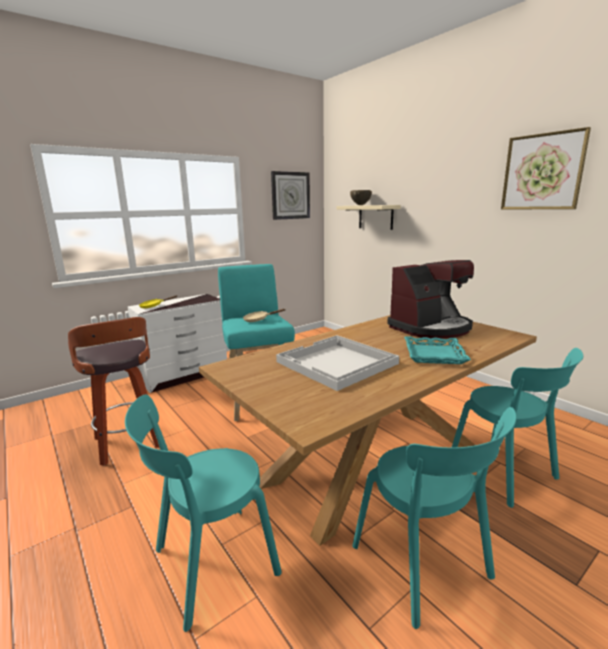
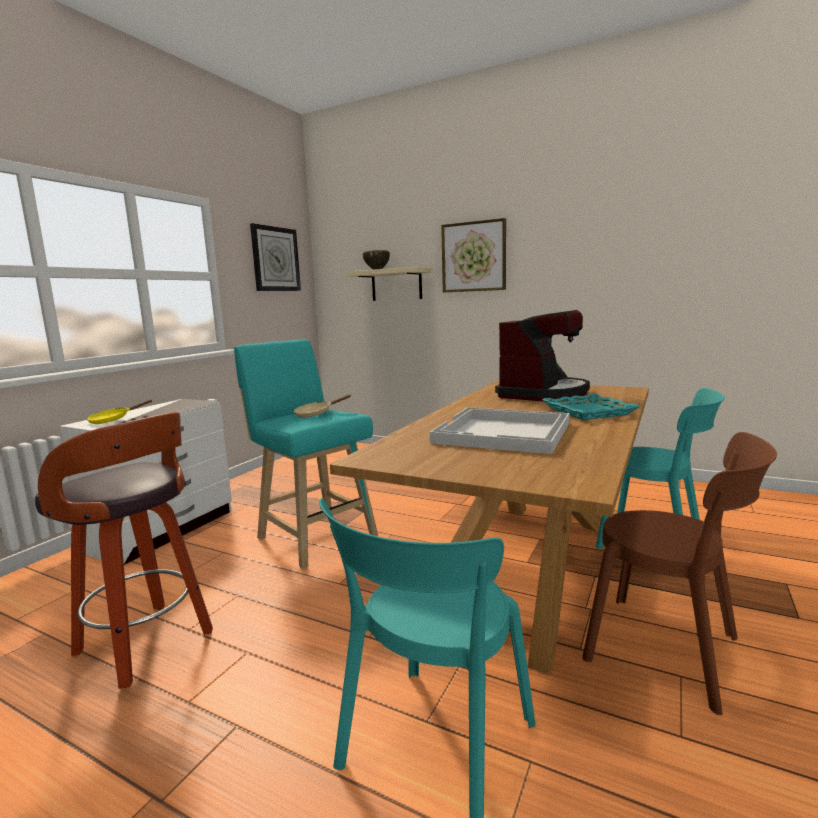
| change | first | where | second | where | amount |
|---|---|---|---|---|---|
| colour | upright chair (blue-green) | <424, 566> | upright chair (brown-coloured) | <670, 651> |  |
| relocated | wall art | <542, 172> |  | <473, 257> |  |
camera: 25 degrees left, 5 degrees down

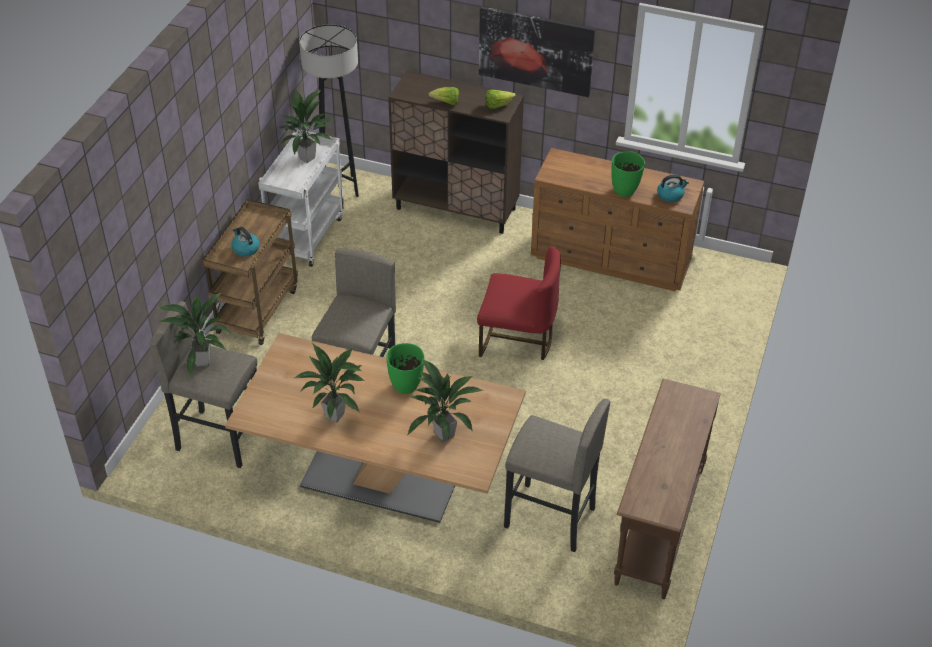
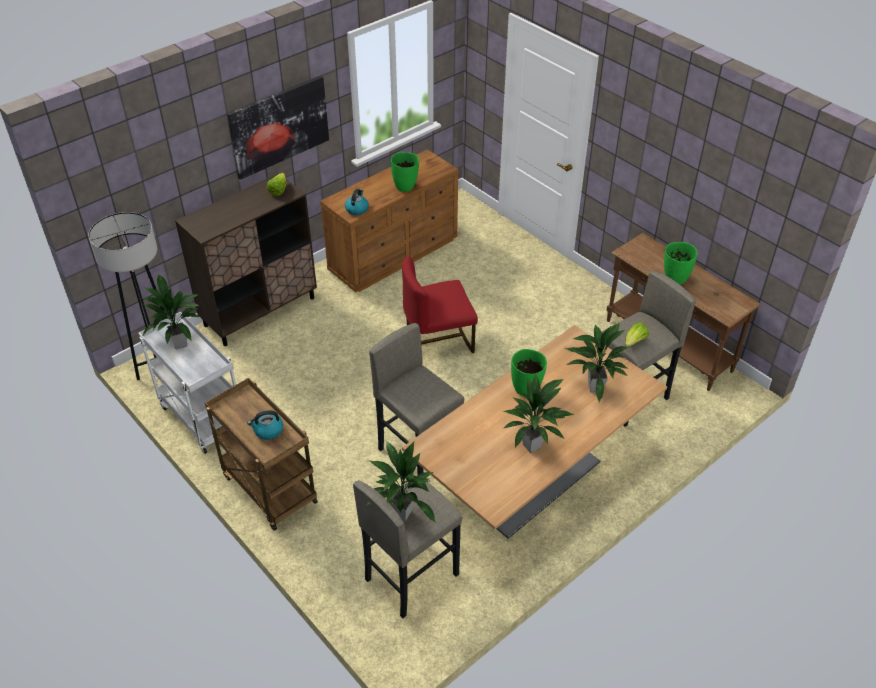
| change | first | where | second | where | amount |
|---|---|---|---|---|---|
| relocated | lettuce | <446, 103> |  | <634, 342> |  |
| spun | upright chair (red) | <517, 340> |  | <438, 339> | 150 degrees counterclockwise |
| relocated | tea kettle | <670, 195> |  | <357, 209> |  |
| appeared |  |  | vase (green) | <675, 279> |  |
camera: 60 degrees left, 0 degrees up

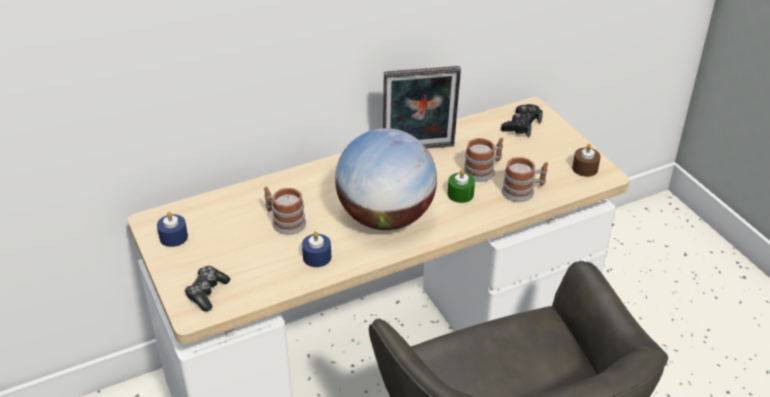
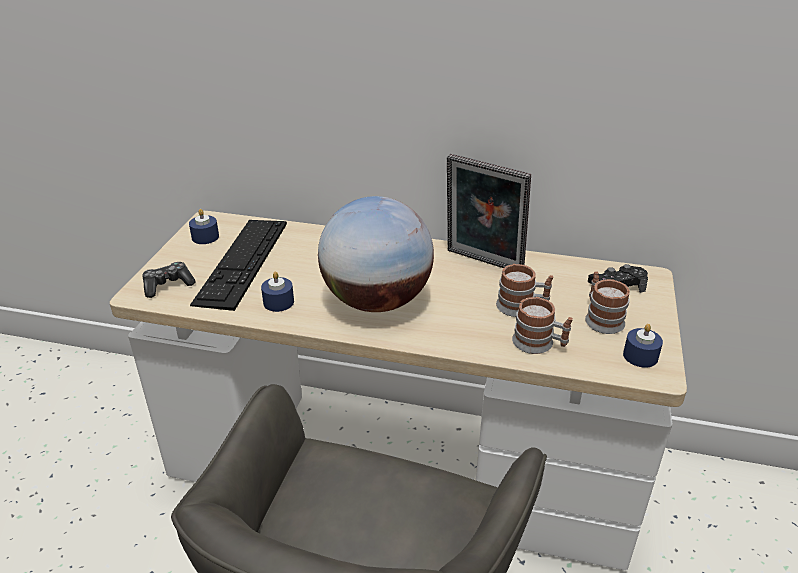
| change | first | where | second | where | amount |
|---|---|---|---|---|---|
| relocated | mug | <284, 222> |  | <601, 318> |  |
| missing | wax candle (green) | <460, 194> |  |  |  |
| colour | wax candle (brown-coloured) | <585, 168> | wax candle (bluish) | <640, 356> |  |
| appeared |  |  | computer keyboard | <242, 261> |  |
camera: 40 degrees right, 5 degrees down

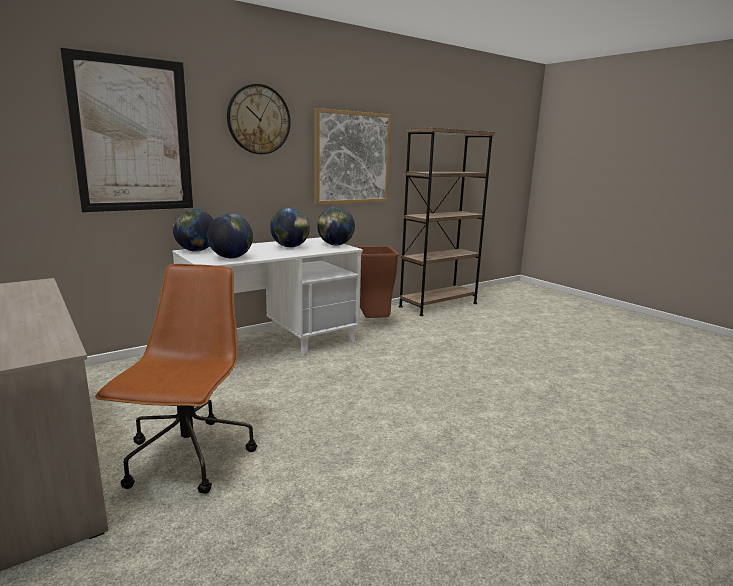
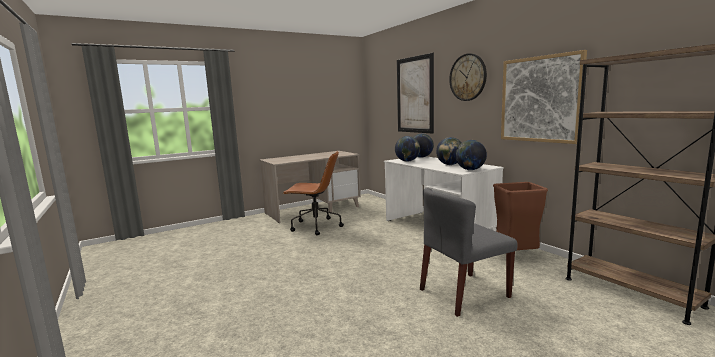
| change | first | where | second | where | amount |
|---|---|---|---|---|---|
| appeared |  |  | upright chair (greyish) | <463, 293> |  |
camera: 95 degrees right, 5 degrees down

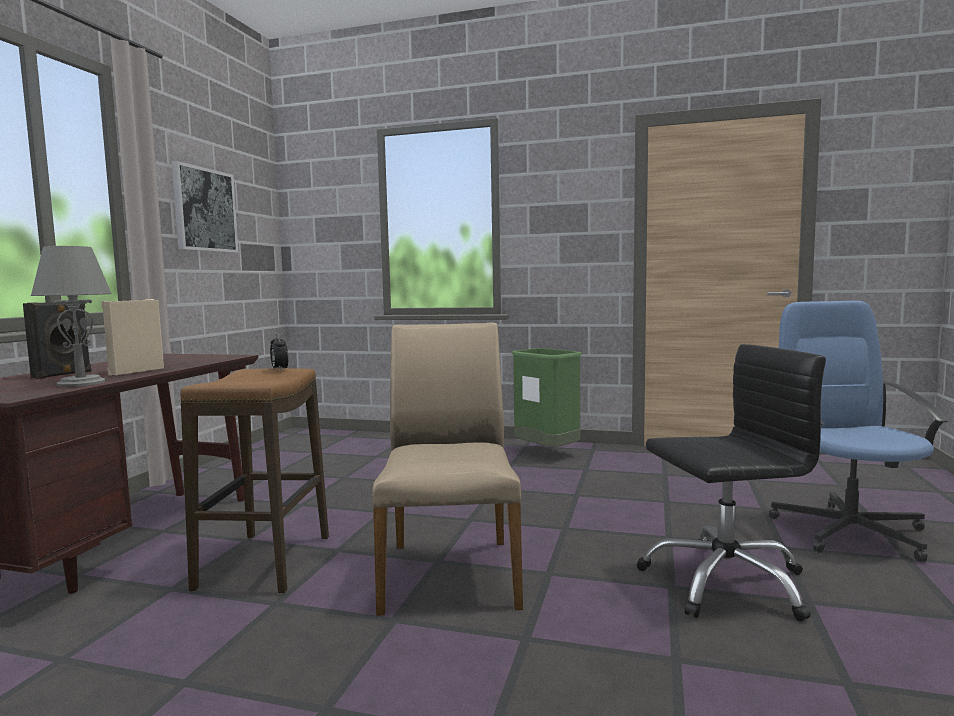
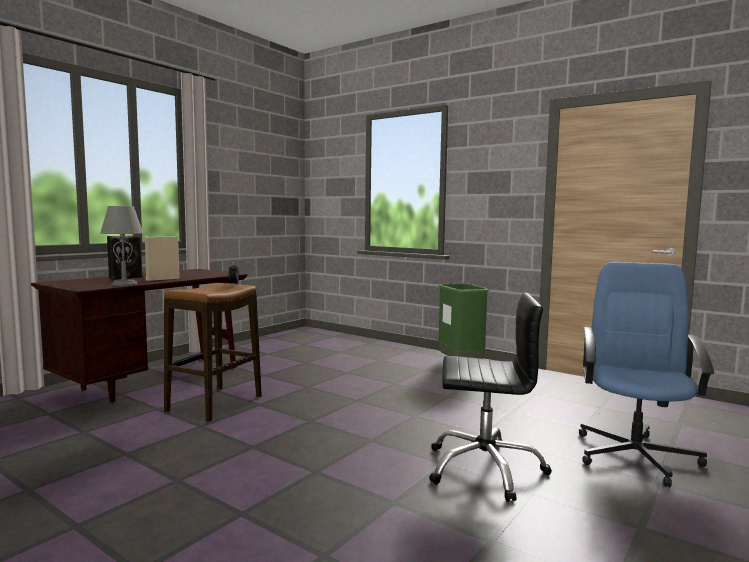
| change | first | where | second | where | amount |
|---|---|---|---|---|---|
| missing | wall art | <204, 210> |  |  |  |
| missing | upright chair (beige) | <450, 573> |  |  |  |
camera: 20 degrees right, 0 degrees up

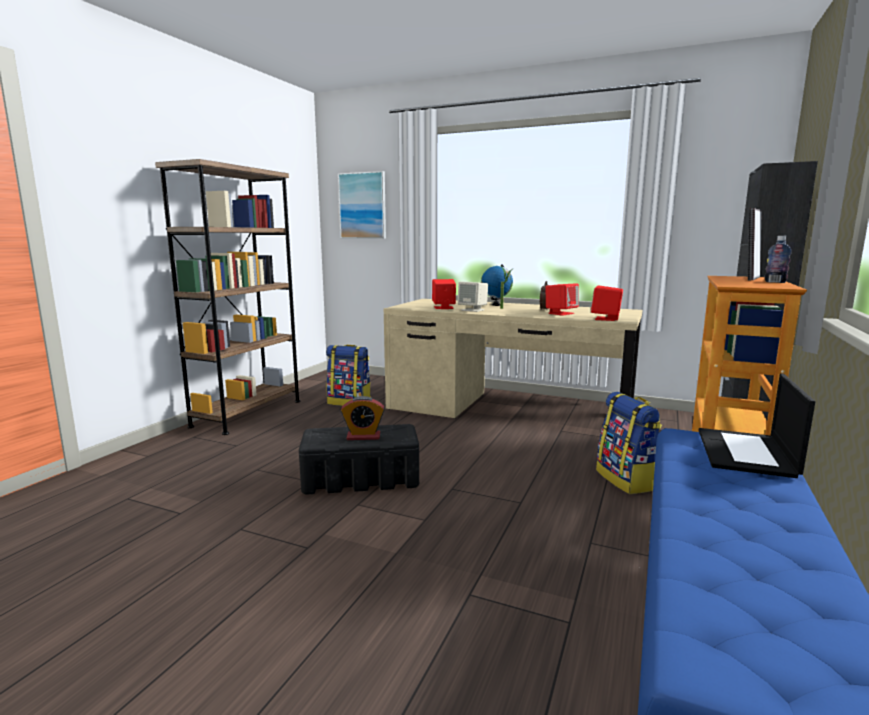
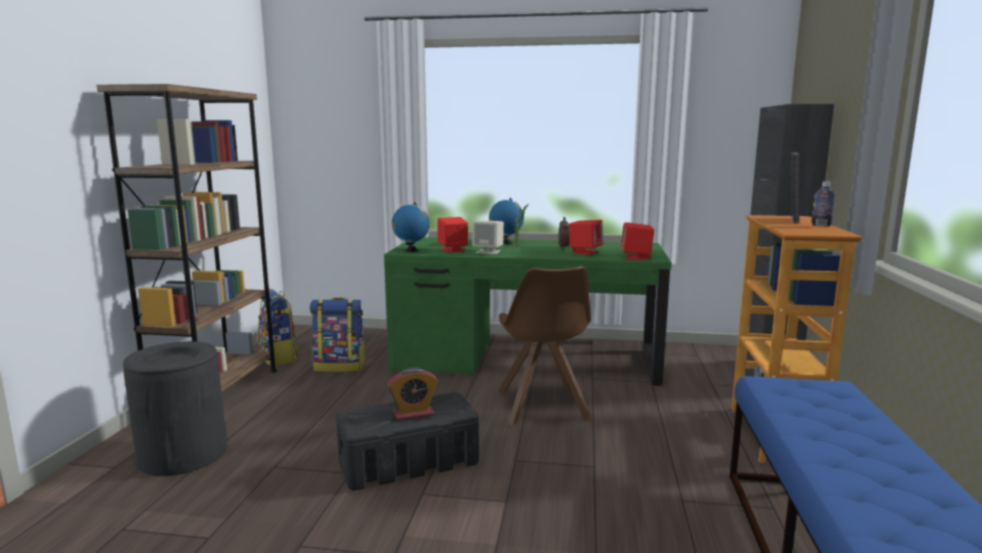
| change | first | where | second | where | amount |
|---|---|---|---|---|---|
| missing | wall art | <363, 206> |  |  |  |
| colour | desk (beige) | <508, 411> | desk (green) | <526, 360> |  |
| relocated | rucksack | <627, 480> |  | <279, 357> |  |
| missing | portable computer | <746, 453> |  |  |  |
| appeared |  |  | rubbish bin (blackish) | <183, 454> |  |
| appeared |  |  | world globe | <411, 250> |  |
| appeared |  |  | upright chair (brown-coloured) | <542, 406> |  |
camera: 15 degrees left, 0 degrees up

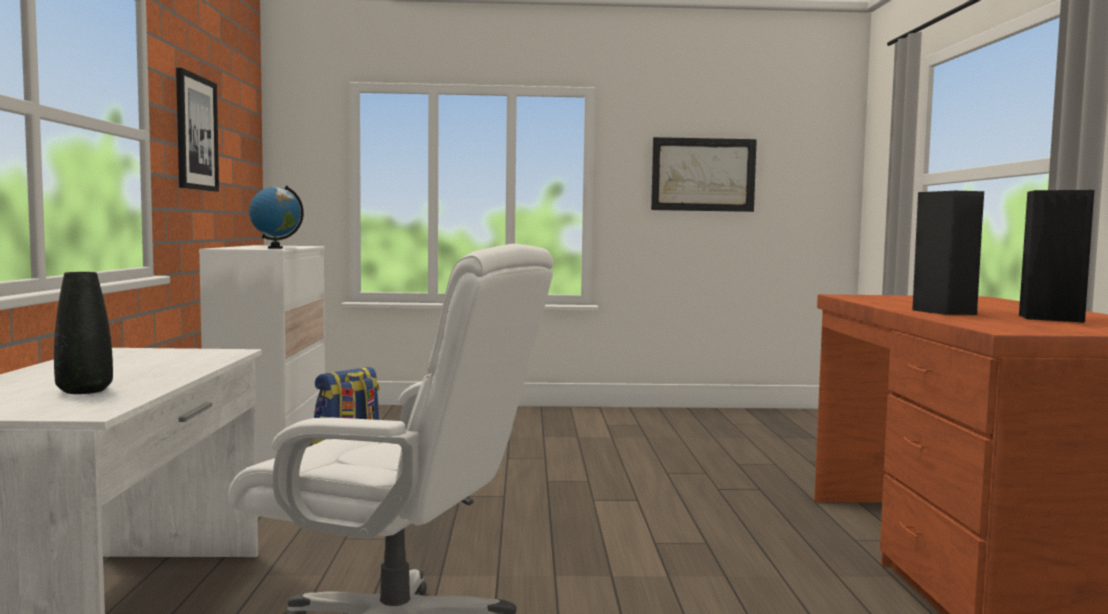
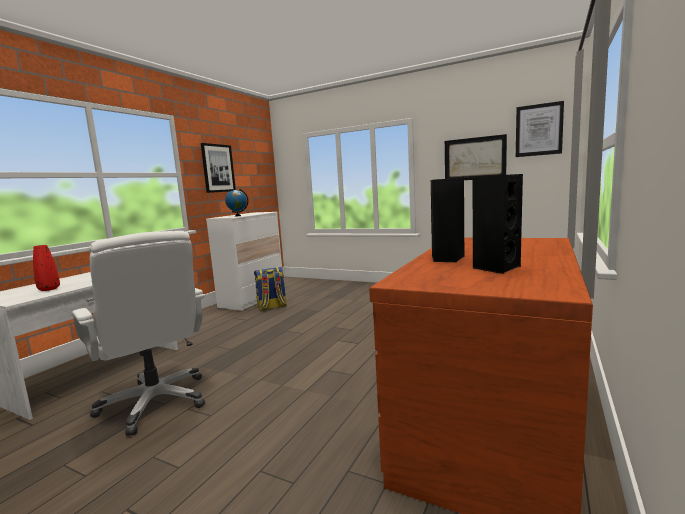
| change | first | where | second | where | amount |
|---|---|---|---|---|---|
| colour | vase (blackish) | <84, 391> | vase (red) | <49, 289> |  |
| appeared |  |  | wall art | <538, 130> |  |
camera: 30 degrees right, 5 degrees up

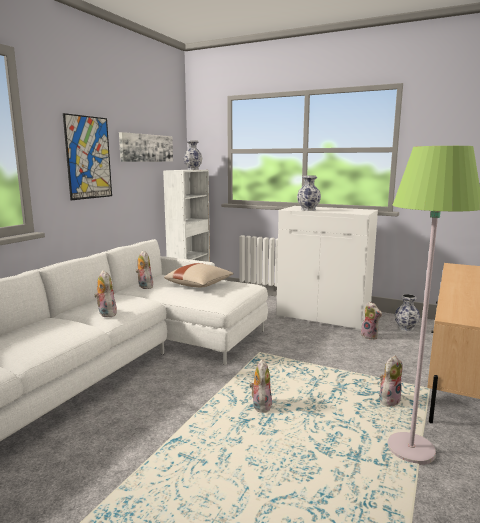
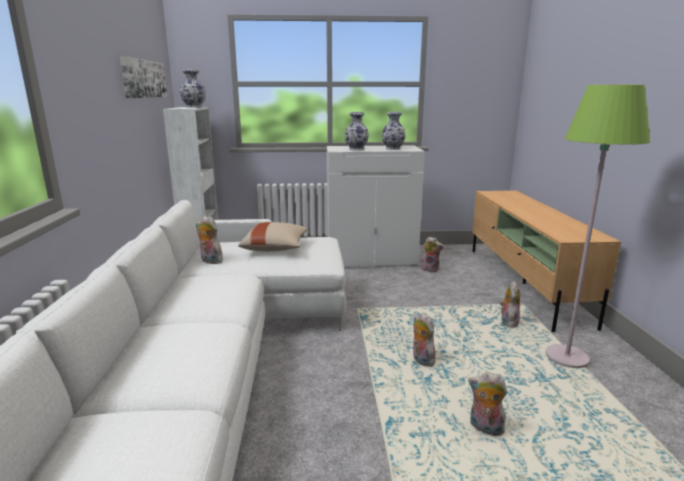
| change | first | where | second | where | amount |
|---|---|---|---|---|---|
| missing | wall art | <88, 157> |  |  |  |
| relocated | cuddly toy | <106, 314> |  | <485, 429> |  |
| relocated | vase | <406, 328> |  | <393, 149> |  |
camera: 30 degrees left, 5 degrees up

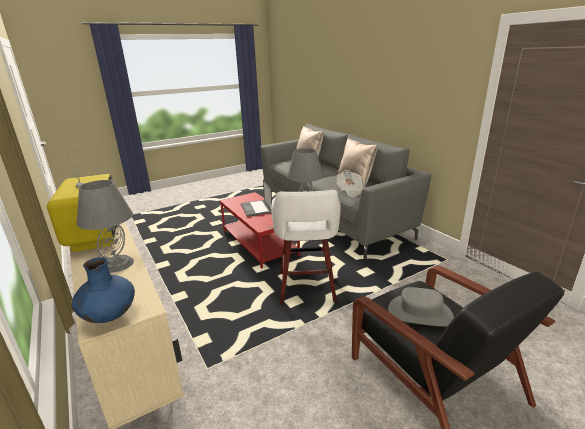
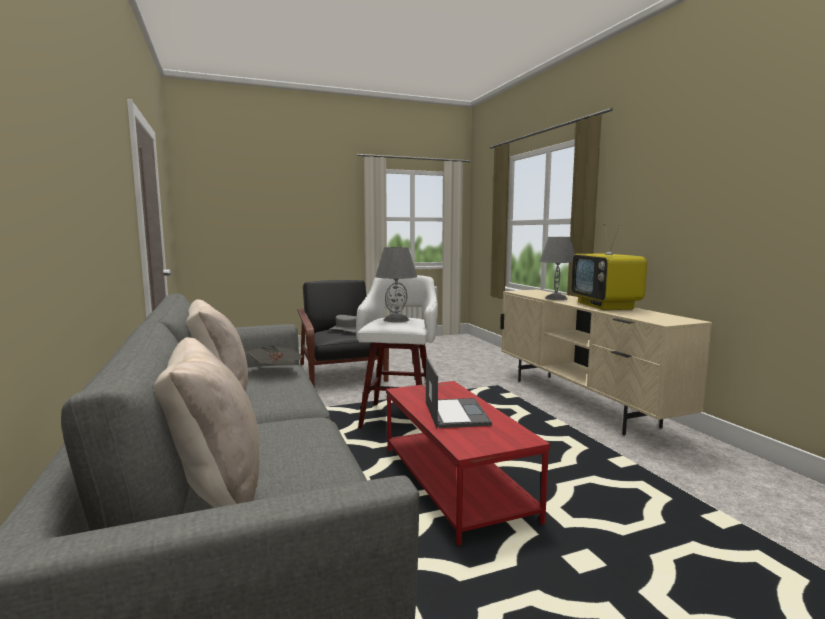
| change | first | where | second | where | amount |
|---|---|---|---|---|---|
| missing | vase (bluish) | <109, 316> |  |  |  |
camera: 170 degrees left, 15 degrees down

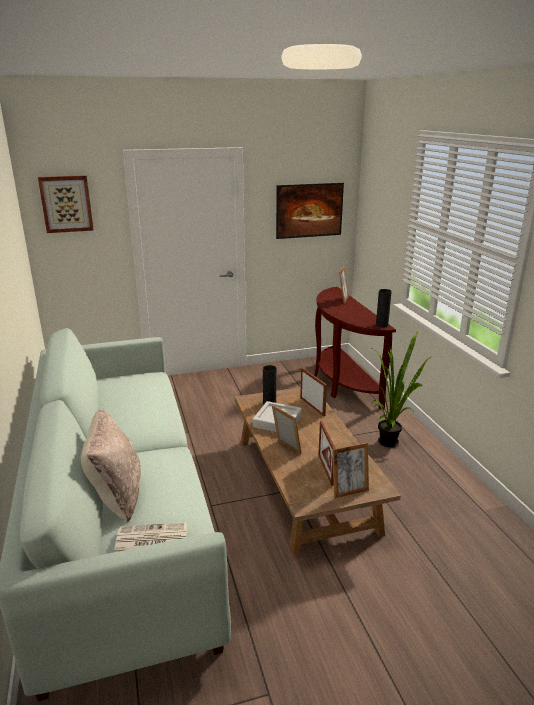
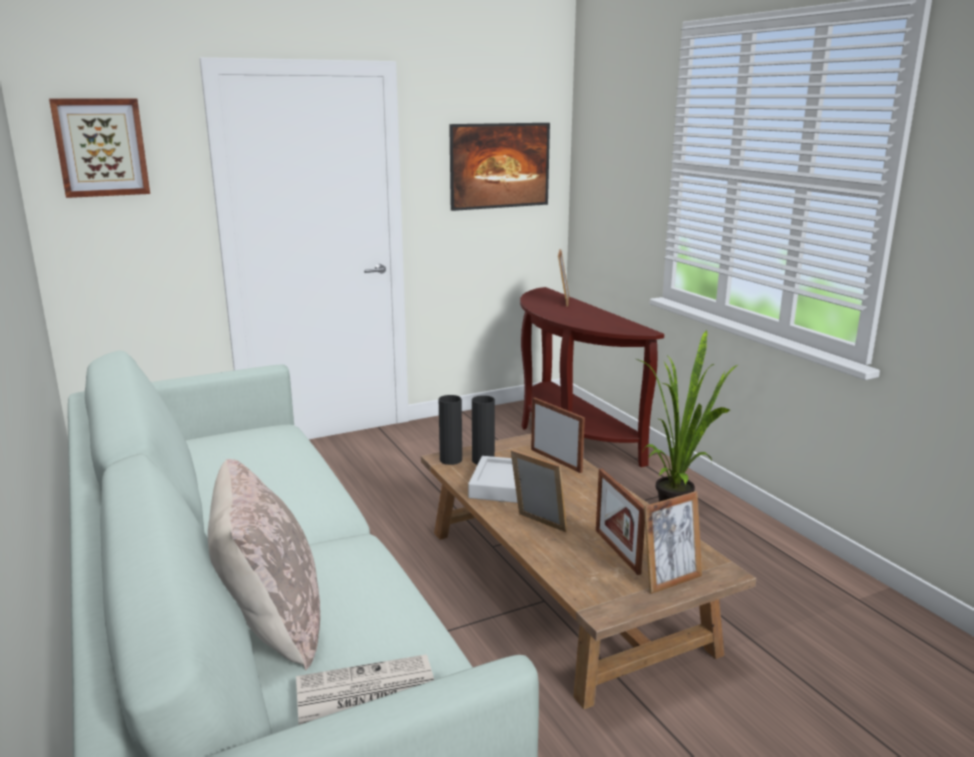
| change | first | where | second | where | amount |
|---|---|---|---|---|---|
| relocated | vase (blackish) | <382, 324> |  | <451, 460> |  |
camera: 10 degrees left, 5 degrees down

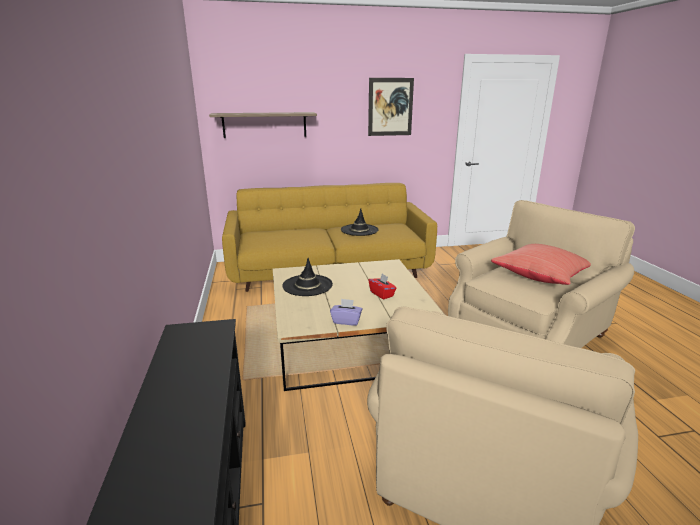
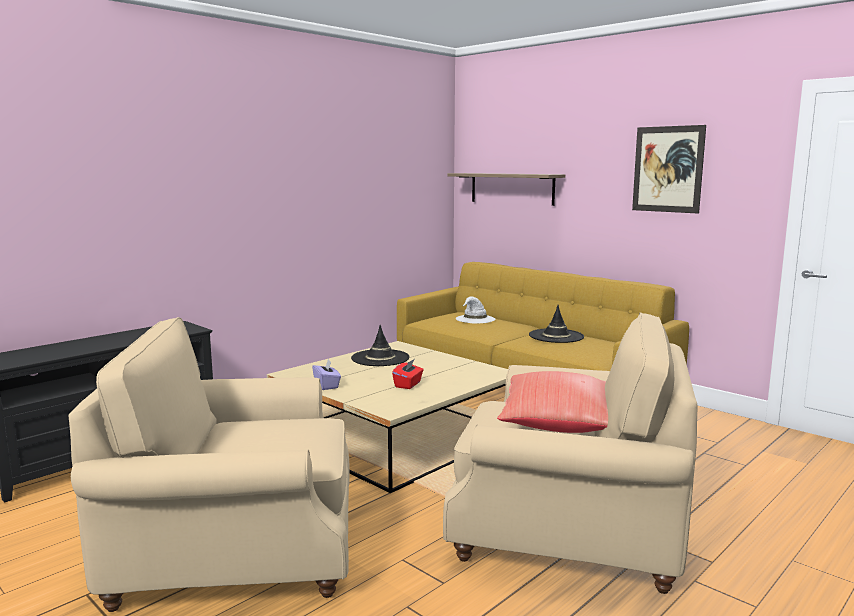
| change | first | where | second | where | amount |
|---|---|---|---|---|---|
| appeared |  |  | wearable hat (whitish) | <475, 319> |  |
camera: 55 degrees right, 10 degrees down

